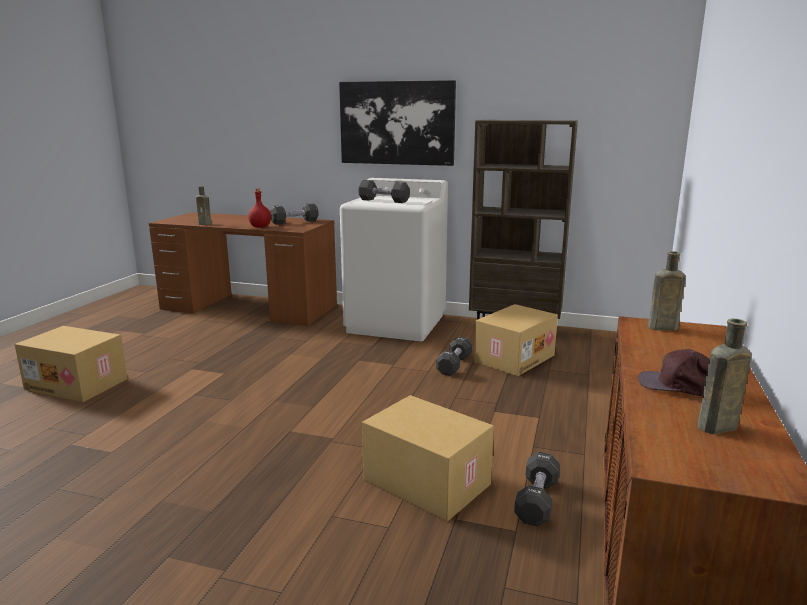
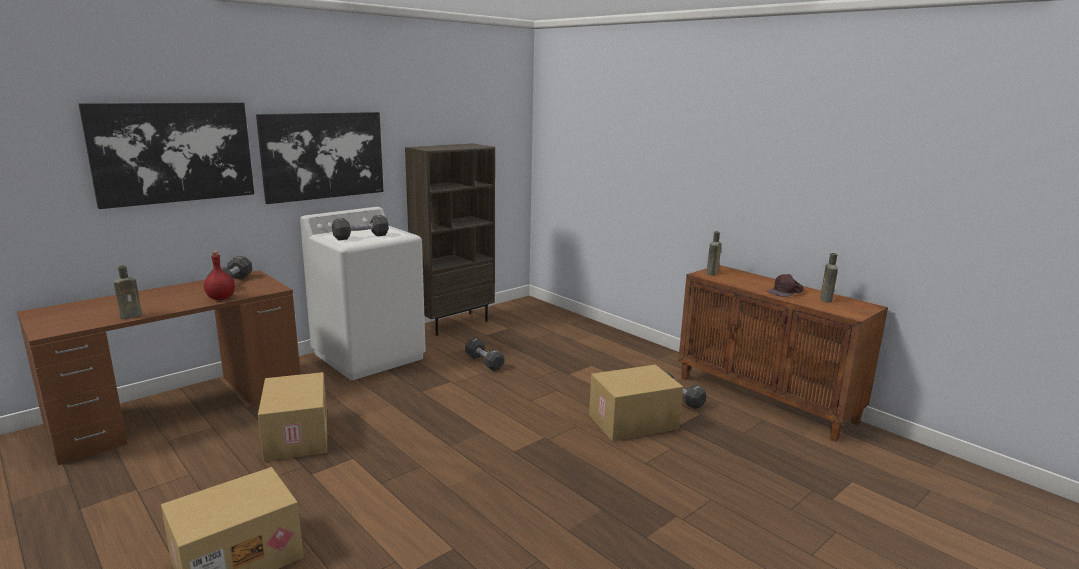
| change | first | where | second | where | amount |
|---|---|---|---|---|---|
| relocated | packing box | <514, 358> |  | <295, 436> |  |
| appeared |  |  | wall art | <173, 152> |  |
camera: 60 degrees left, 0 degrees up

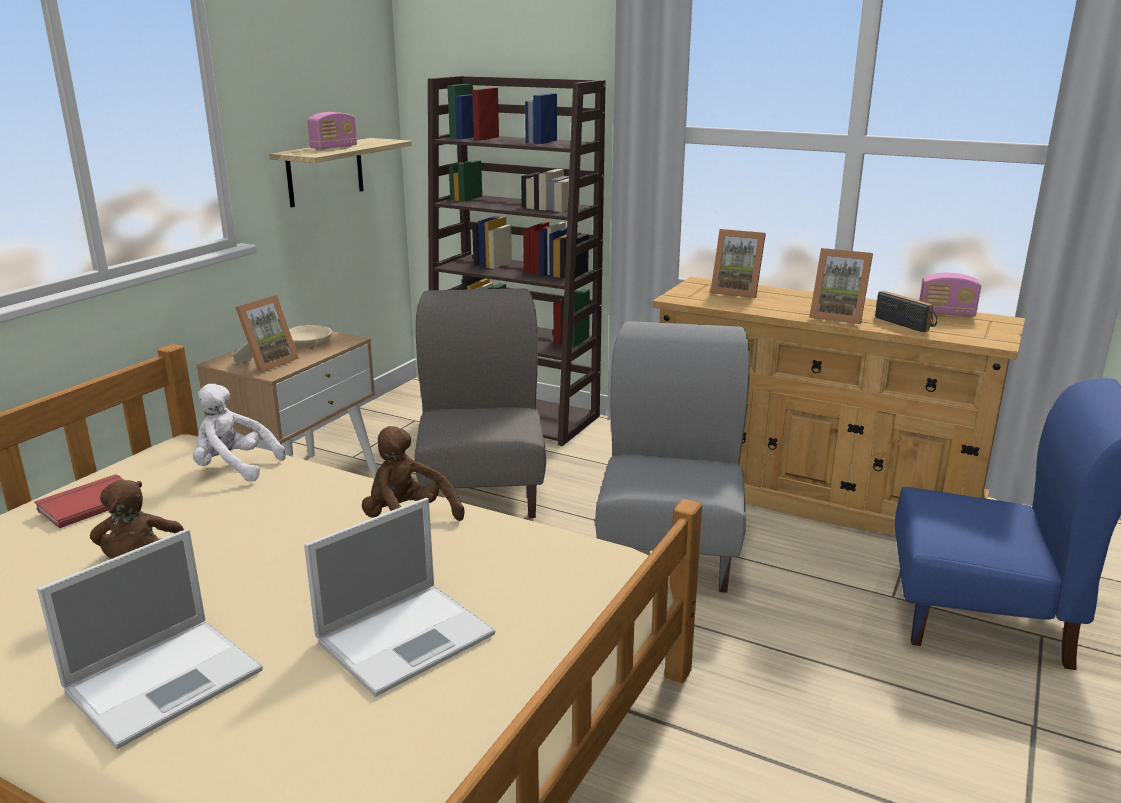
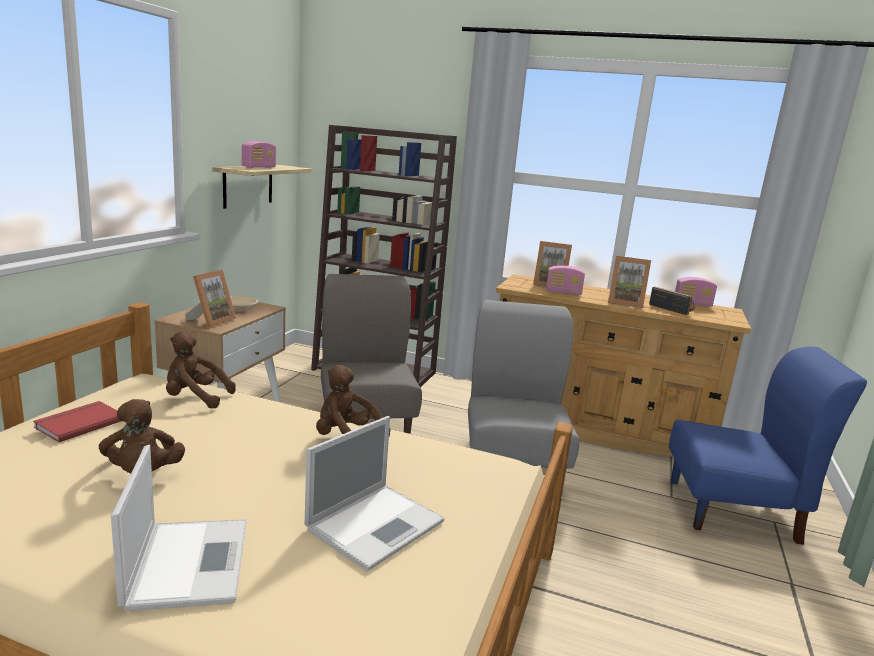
| change | first | where | second | where | amount |
|---|---|---|---|---|---|
| spun | portable computer | <167, 678> |  | <188, 561> | 45 degrees counterclockwise |
| colour | cuddly toy (whitish) | <234, 468> | cuddly toy (brown-coloured) | <195, 398> |  |
| appeared |  |  | radio set | <563, 292> |  |
camera: 10 degrees left, 5 degrees down

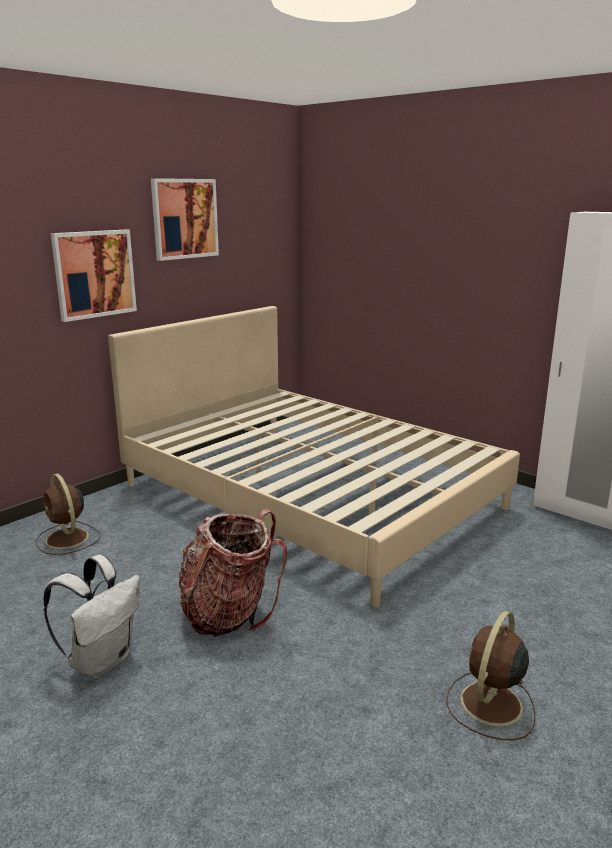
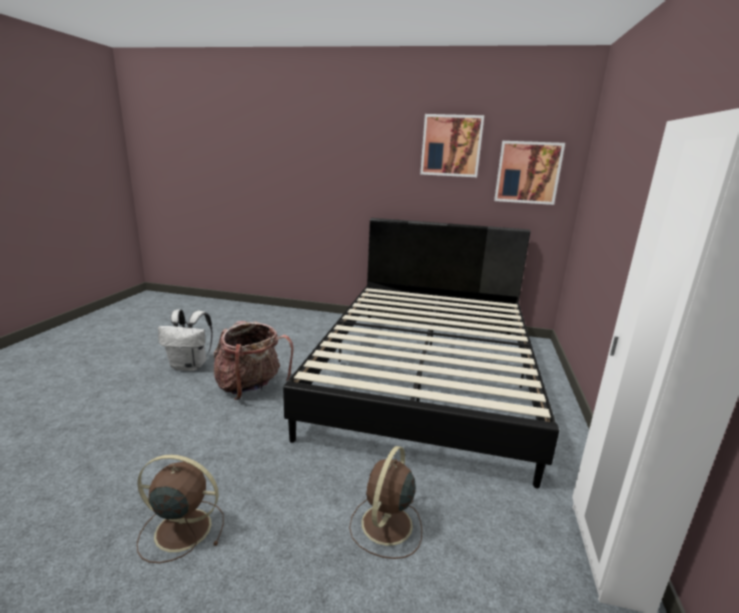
| change | first | where | second | where | amount |
|---|---|---|---|---|---|
| relocated | cooling fan (brown-coloured) | <68, 539> |  | <386, 526> |  |
| relocated | wall art | <94, 274> |  | <528, 172> |  |
| colour | bedroom bed (beige) | <310, 495> | bedroom bed (blackish) | <427, 375> |  |
camera: 60 degrees right, 0 degrees up

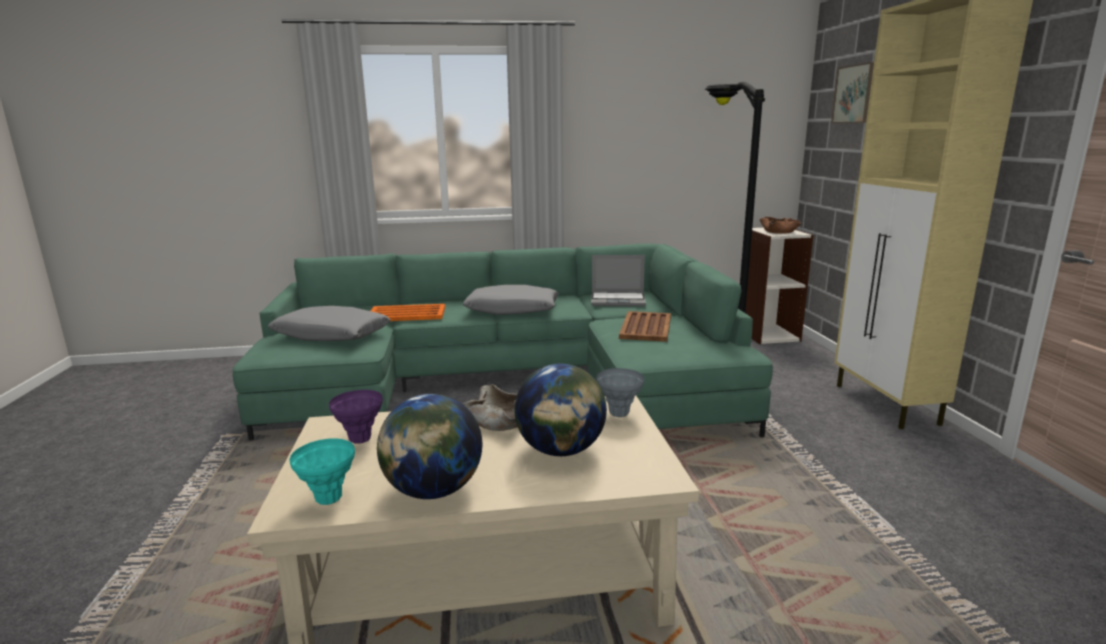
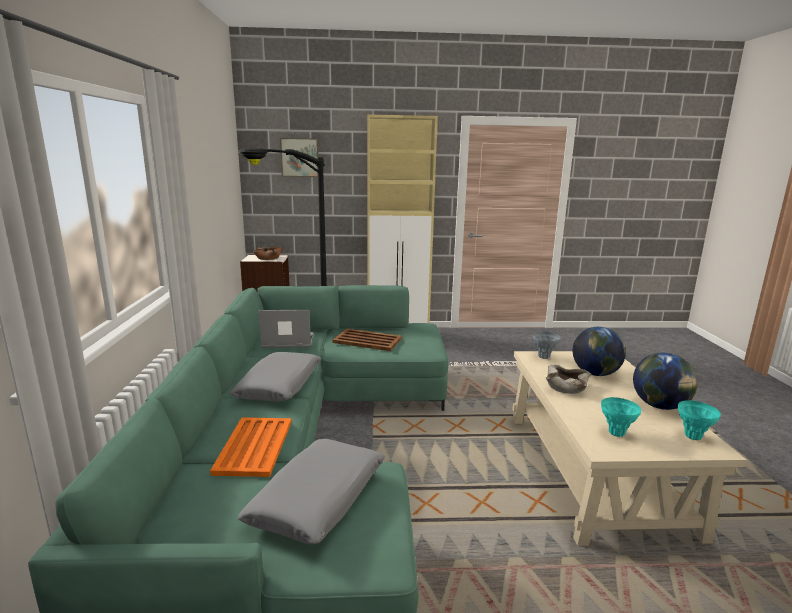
| change | first | where | second | where | amount |
|---|---|---|---|---|---|
| colour | vase (purplish) | <360, 439> | vase (blue-green) | <616, 433> |  |
| spun | portable computer | <618, 300> |  | <287, 341> | 105 degrees counterclockwise |
camera: 85 degrees left, 0 degrees up

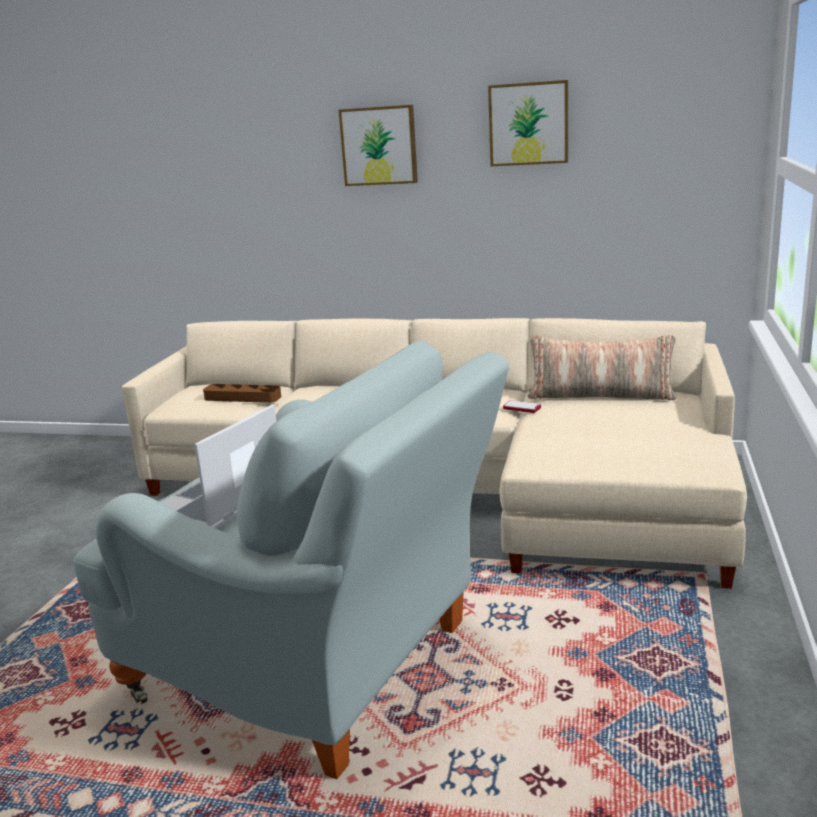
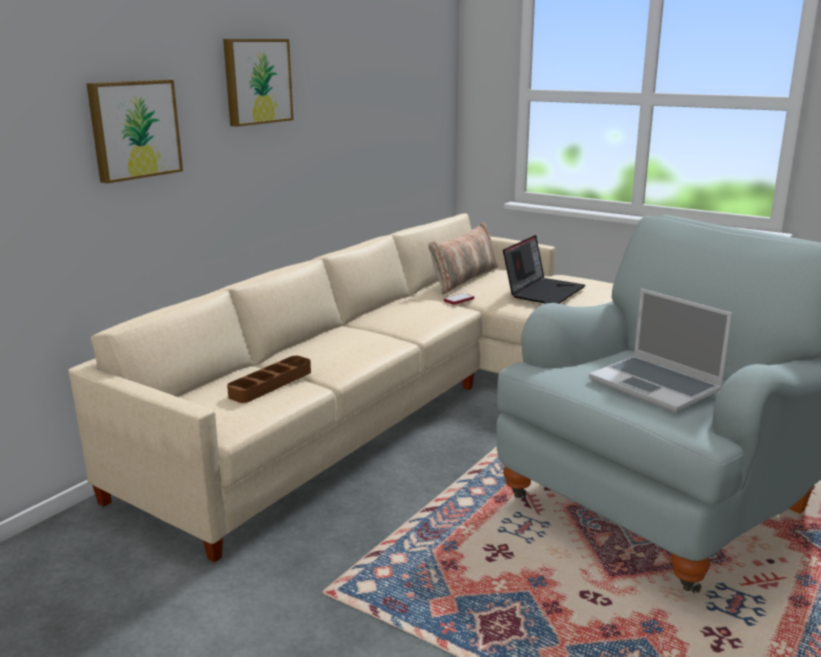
| change | first | where | second | where | amount |
|---|---|---|---|---|---|
| relocated | wall art | <529, 123> |  | <134, 129> |  |
| appeared |  |  | portable computer | <543, 291> |  |
camera: 70 degrees left, 0 degrees up

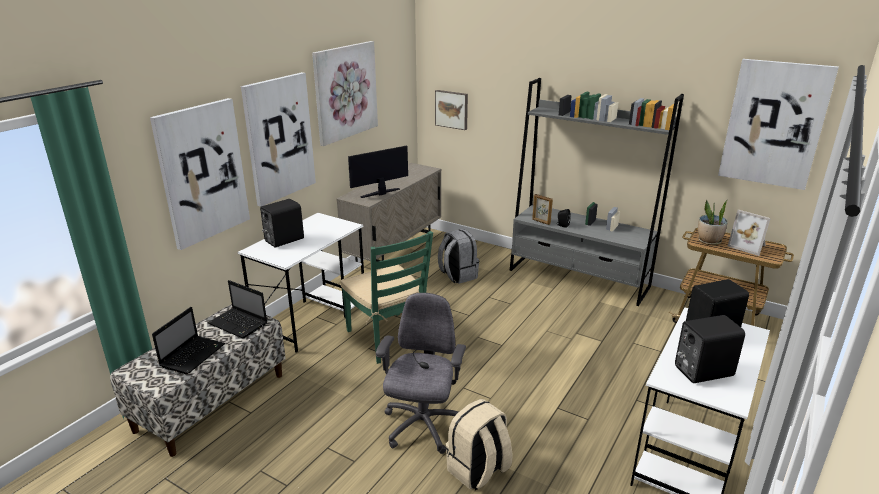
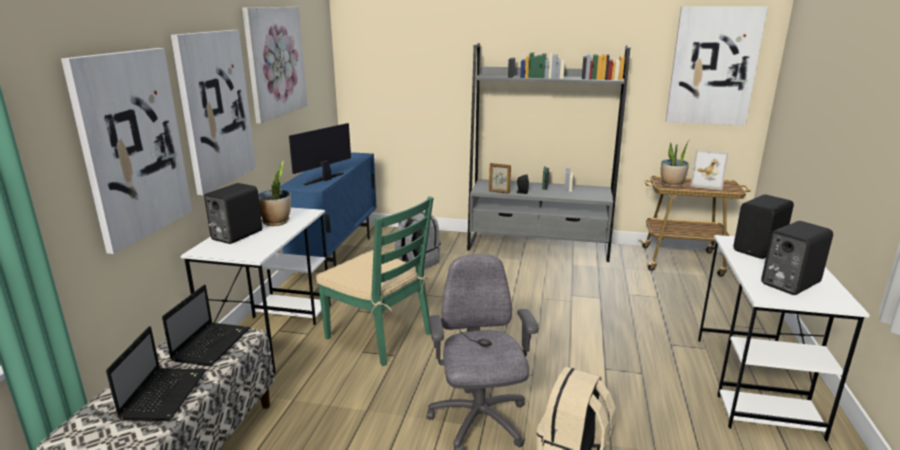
| change | first | where | second | where | amount |
|---|---|---|---|---|---|
| spun | portable computer | <239, 324> |  | <212, 344> | 90 degrees counterclockwise |
| colour | cupboard (beige) | <394, 255> | cupboard (bluish) | <336, 254> |  |
| missing | wall art | <452, 109> |  |  |  |
| appeared |  |  | potted plant | <276, 222> |  |
camera: 20 degrees left, 5 degrees down

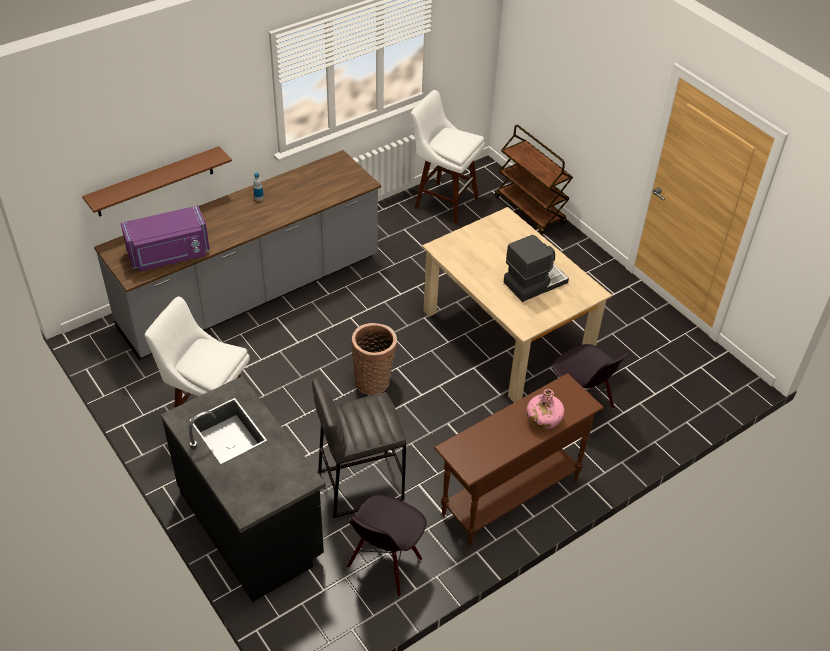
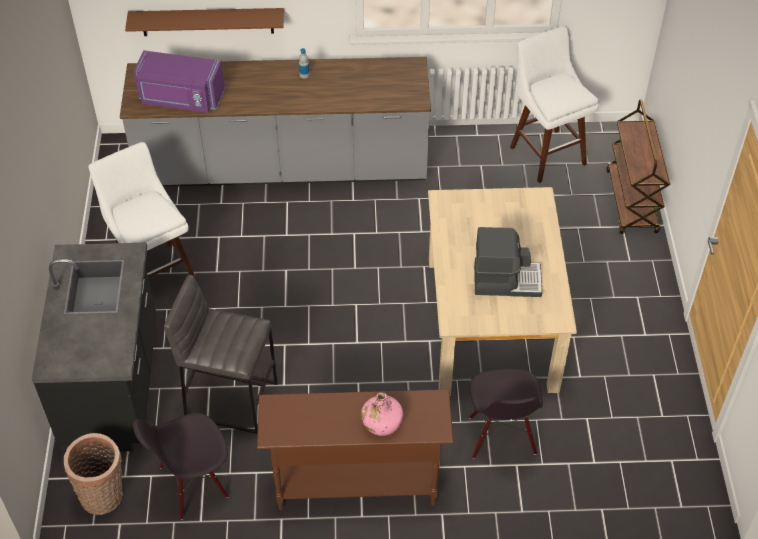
| change | first | where | second | where | amount |
|---|---|---|---|---|---|
| relocated | household basket | <374, 380> |  | <104, 495> |  |
camera: 35 degrees right, 5 degrees up

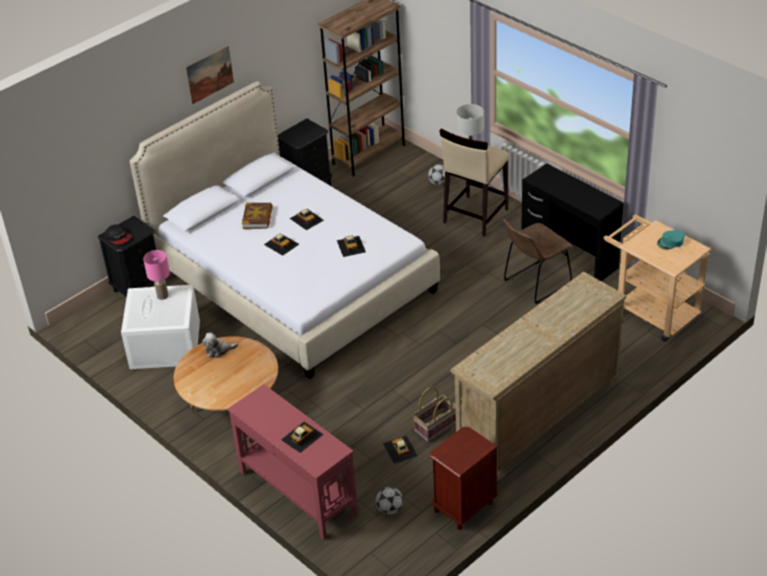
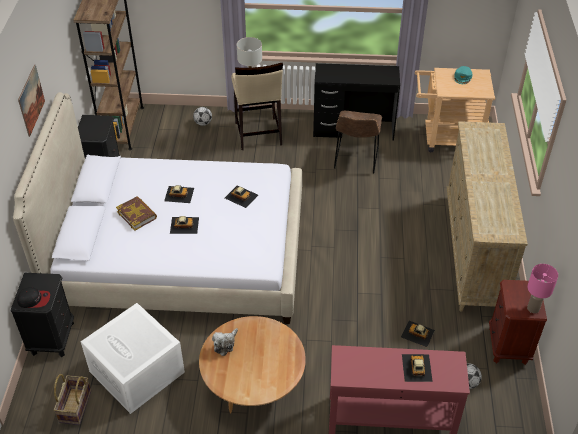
| change | first | where | second | where | amount |
|---|---|---|---|---|---|
| relocated | lamp for a table (pink-coloured) | <162, 296> |  | <533, 309> |  |
| relocated | household basket | <436, 427> |  | <76, 407> |  |
camera: 45 degrees left, 5 degrees up

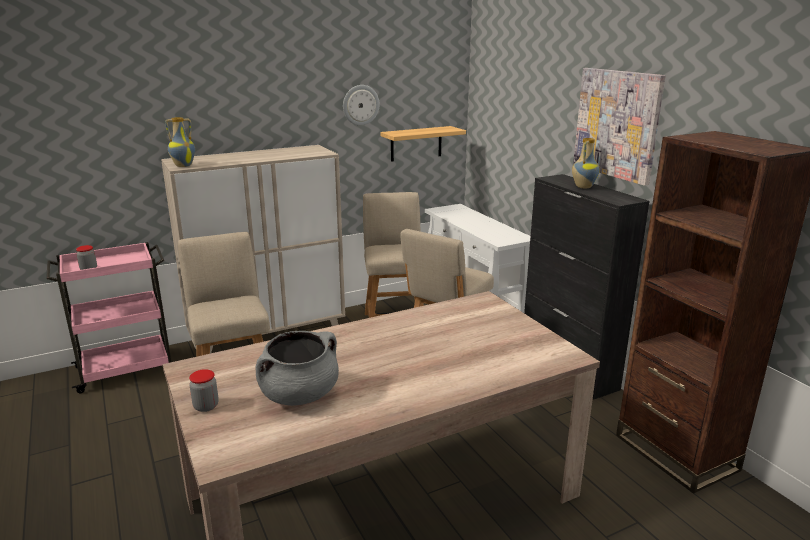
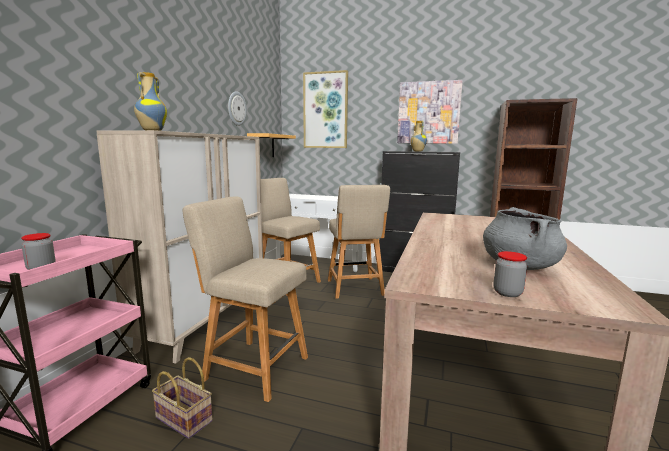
| change | first | where | second | where | amount |
|---|---|---|---|---|---|
| appeared |  |  | household basket | <182, 419> |  |
| appeared |  |  | wall art | <325, 110> |  |
camera: 45 degrees left, 10 degrees down

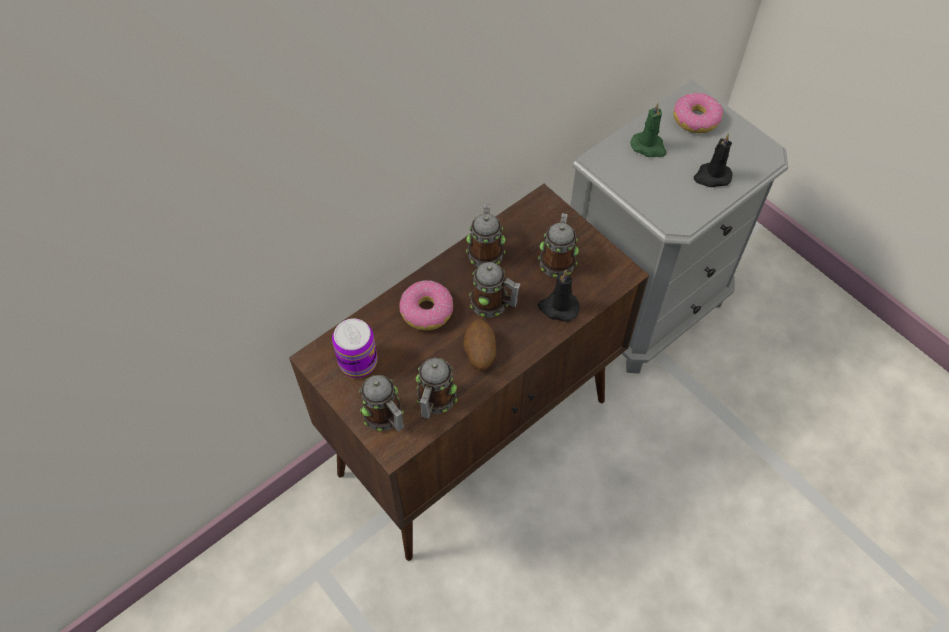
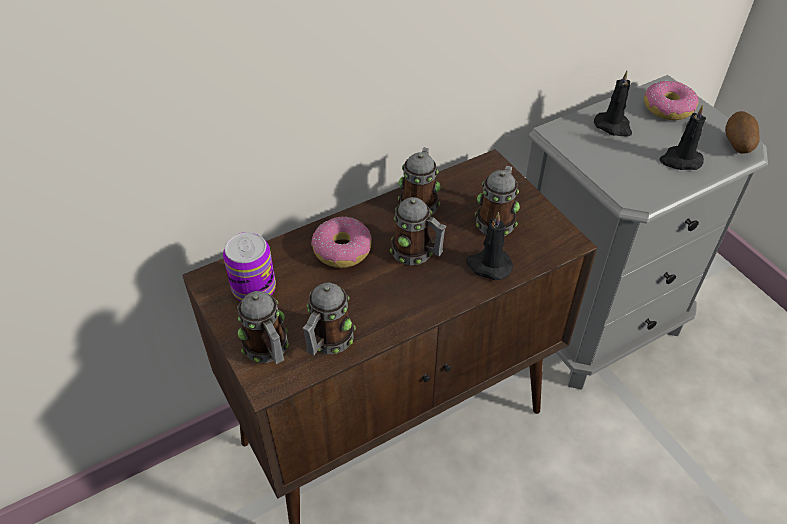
| change | first | where | second | where | amount |
|---|---|---|---|---|---|
| relocated | potato | <479, 353> |  | <737, 145> |  |
| colour | wax candle (green) | <649, 147> | wax candle (blackish) | <613, 126> |  |
camera: 10 degrees right, 10 degrees down

